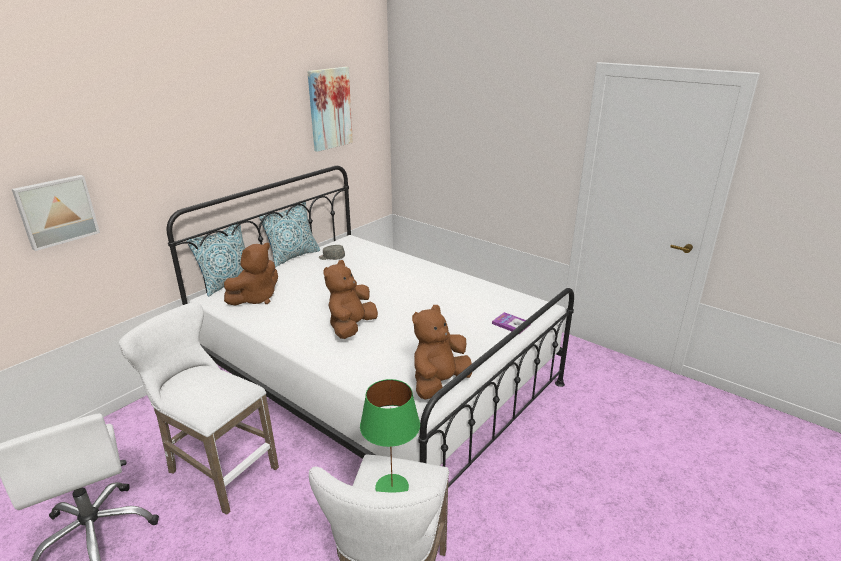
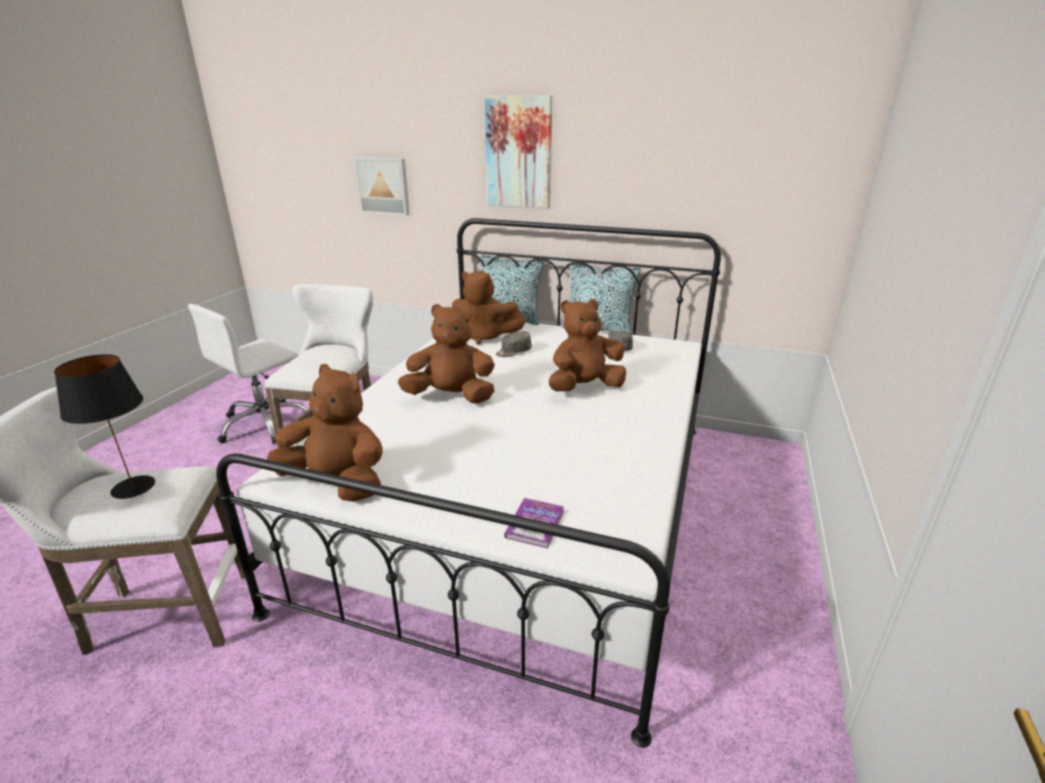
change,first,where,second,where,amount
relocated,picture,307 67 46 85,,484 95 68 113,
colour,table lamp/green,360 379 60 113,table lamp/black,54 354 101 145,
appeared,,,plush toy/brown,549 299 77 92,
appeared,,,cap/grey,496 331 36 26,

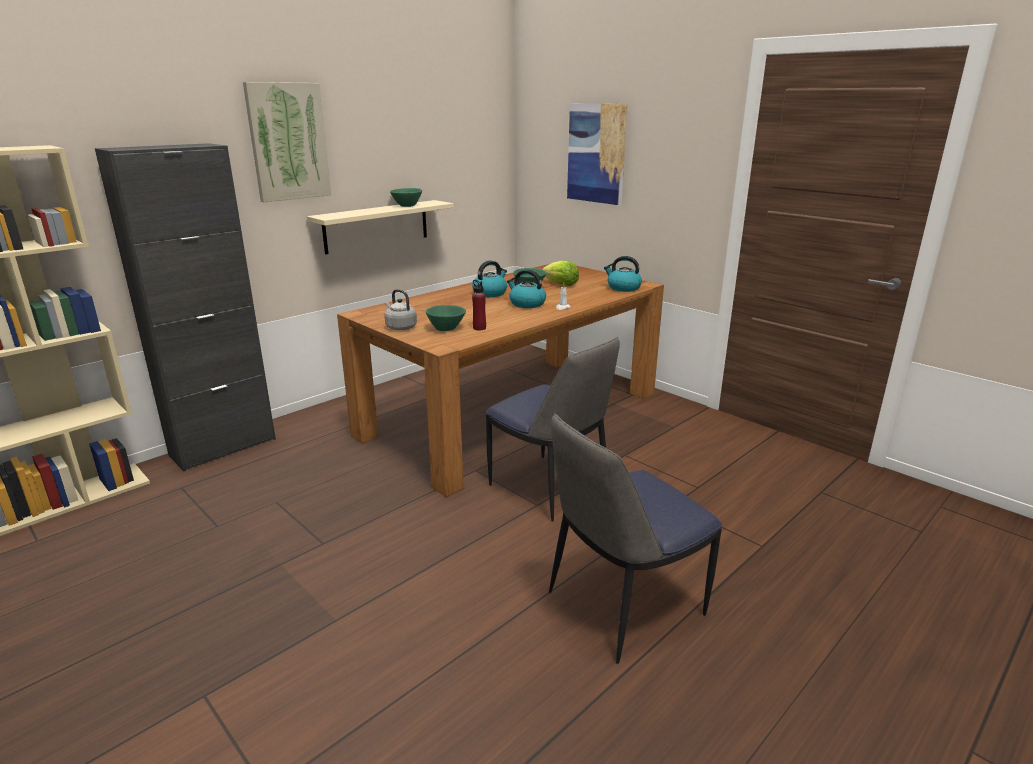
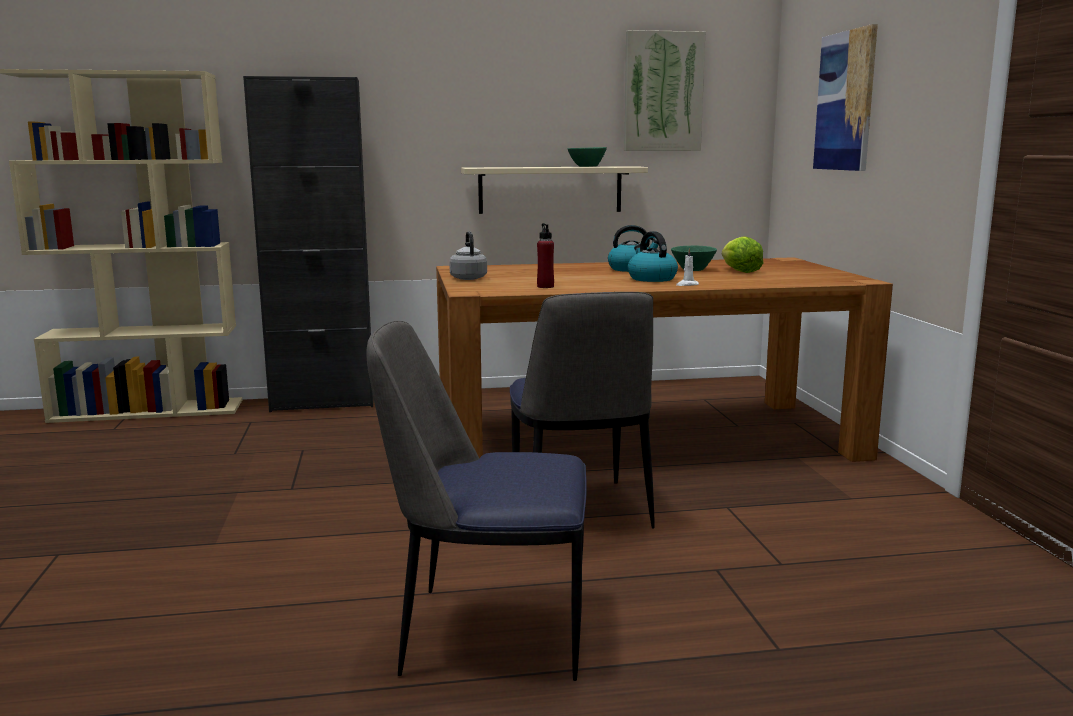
change,first,where,second,where,amount
relocated,picture,243 82 88 120,,624 30 82 121,
missing,kettle,604 256 38 36,,,
missing,bowl/green,426 305 40 26,,,

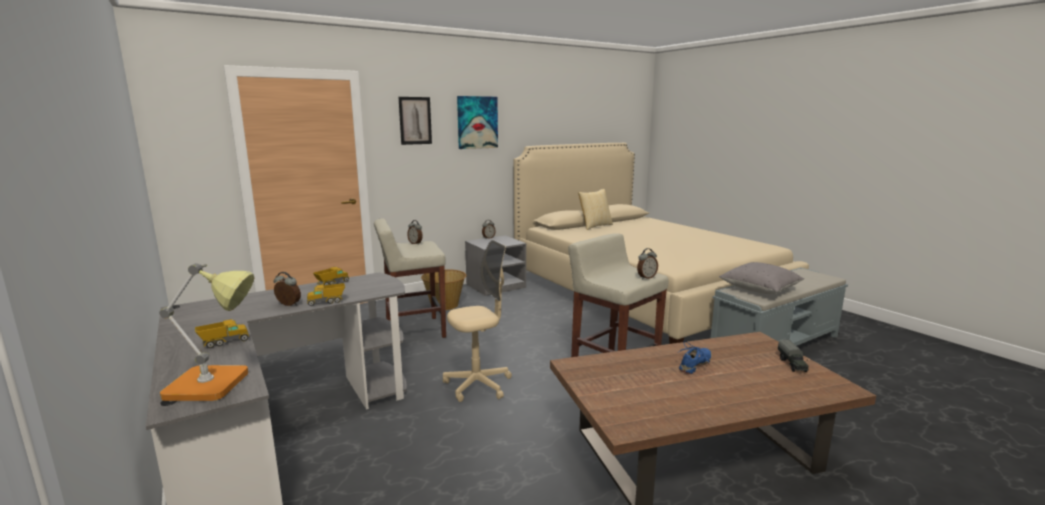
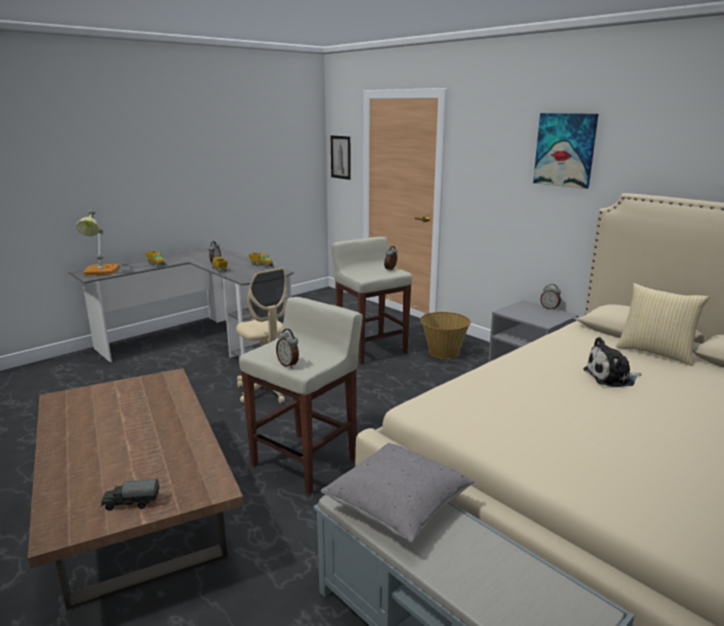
change,first,where,second,where,amount
relocated,picture,398 97 34 48,,331 135 20 45,
missing,shoe/blue,679 341 32 33,,,
appeared,,,plush toy,583 337 59 50,

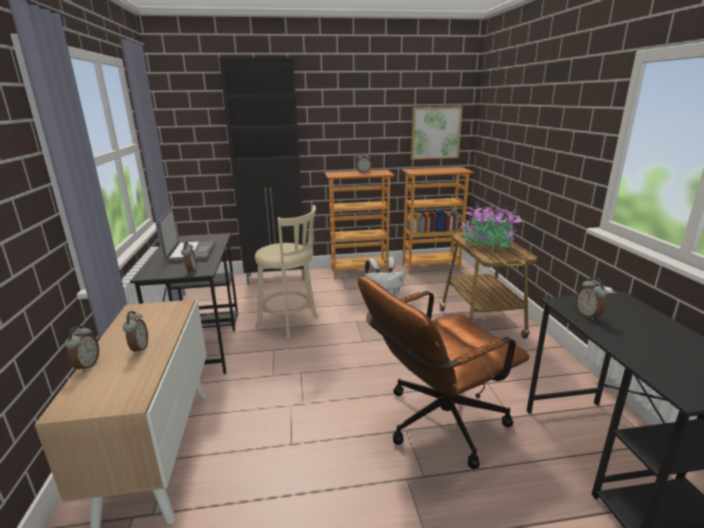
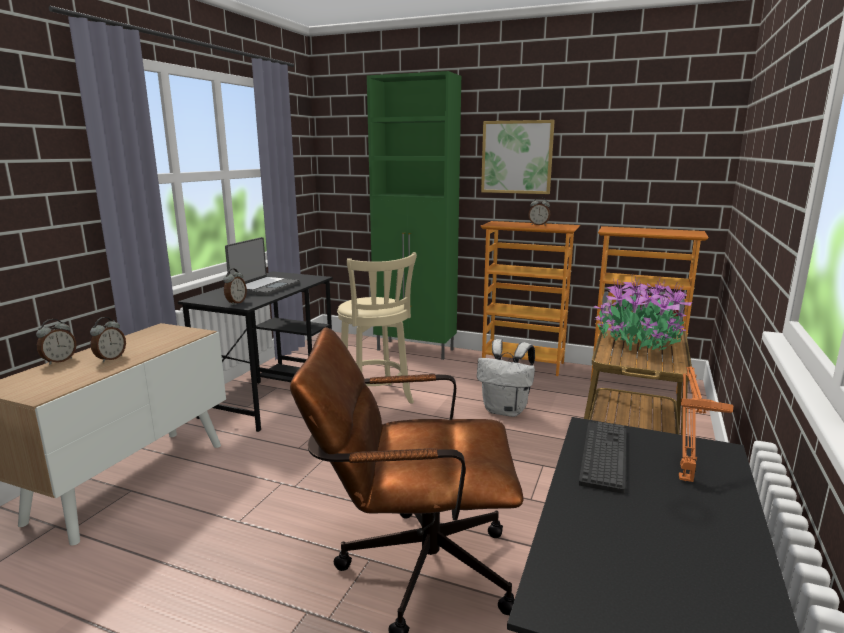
change,first,where,second,where,amount
colour,cabinet/black,219 57 85 228,cabinet/green,367 71 94 289,
relocated,picture,411 106 52 54,,481 120 74 74,
exchanged,alarm clock,576 278 31 42,keyboard,579 422 47 72,
appeared,,,table lamp/orange,679 366 54 116,

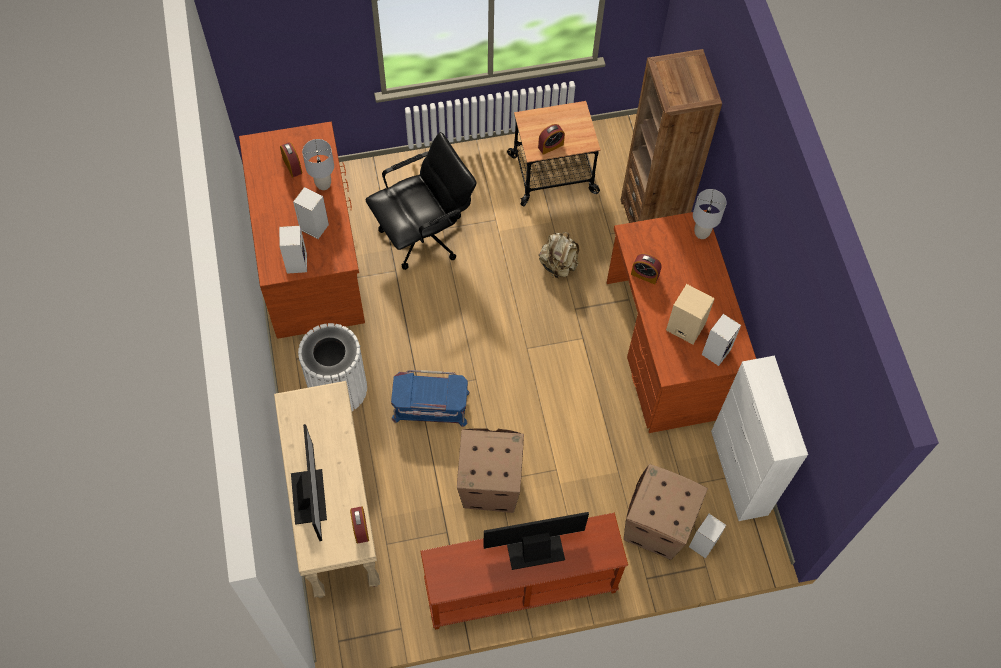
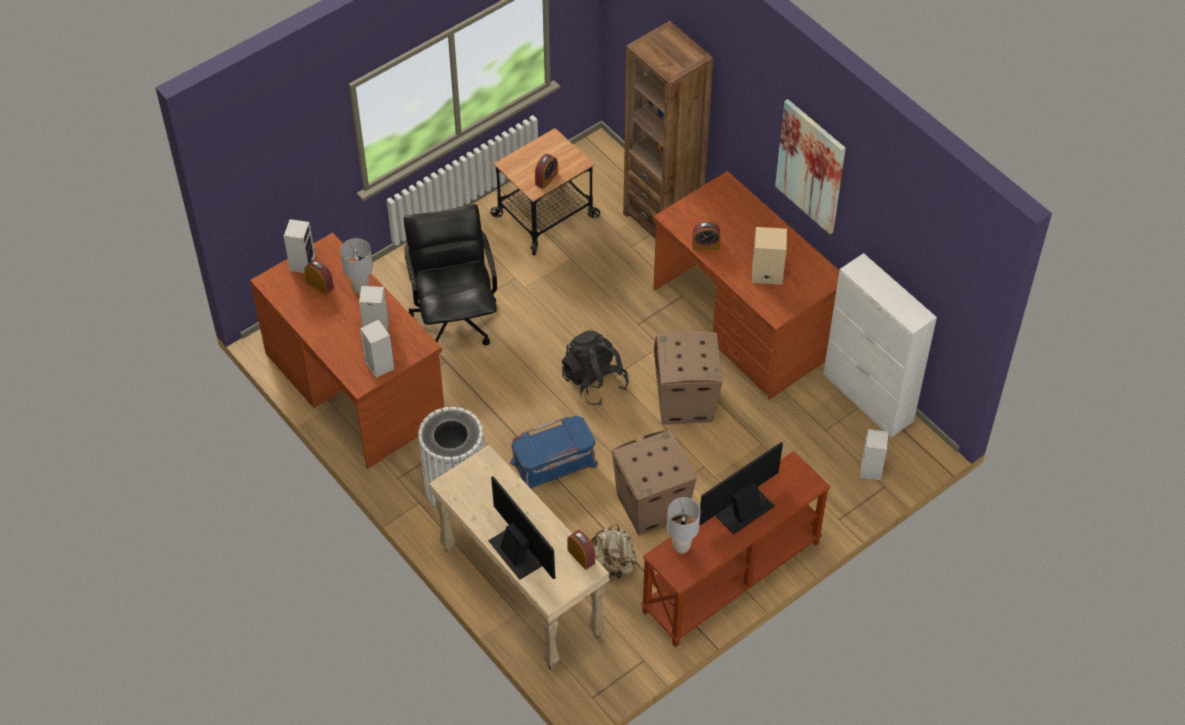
change,first,where,second,where,amount
spun,office chair/black,365 132 112 138,,404 204 93 141,45 degrees counterclockwise
relocated,table lamp/grey,693 189 34 50,,667 497 33 57,
relocated,backpack/beige,539 232 40 46,,591 524 45 57,
relocated,speaker,702 314 39 52,,284 219 32 54,
relocated,cardboard box,624 464 84 96,,654 331 68 94,
appeared,,,picture,775 99 71 135,
appeared,,,backpack/black,562 330 67 76,

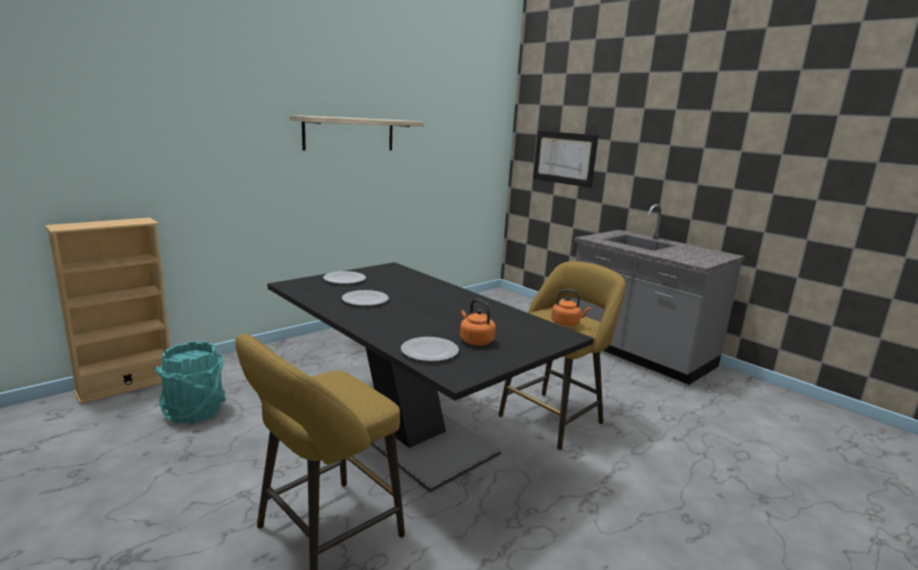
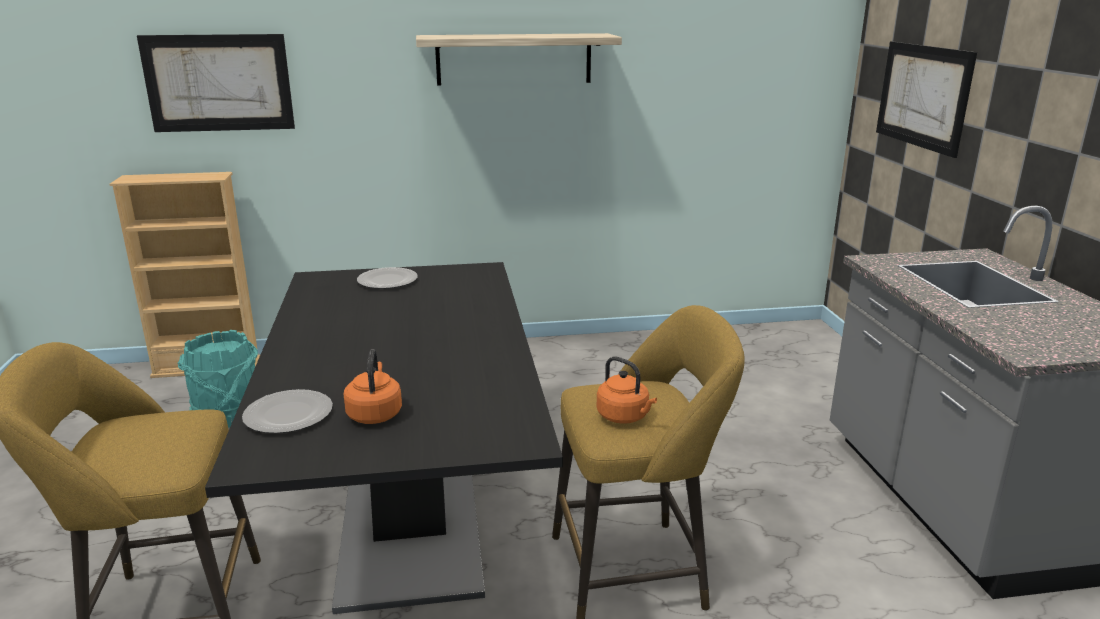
change,first,where,second,where,amount
missing,plate,342 290 47 16,,,
appeared,,,picture,137 34 158 98,

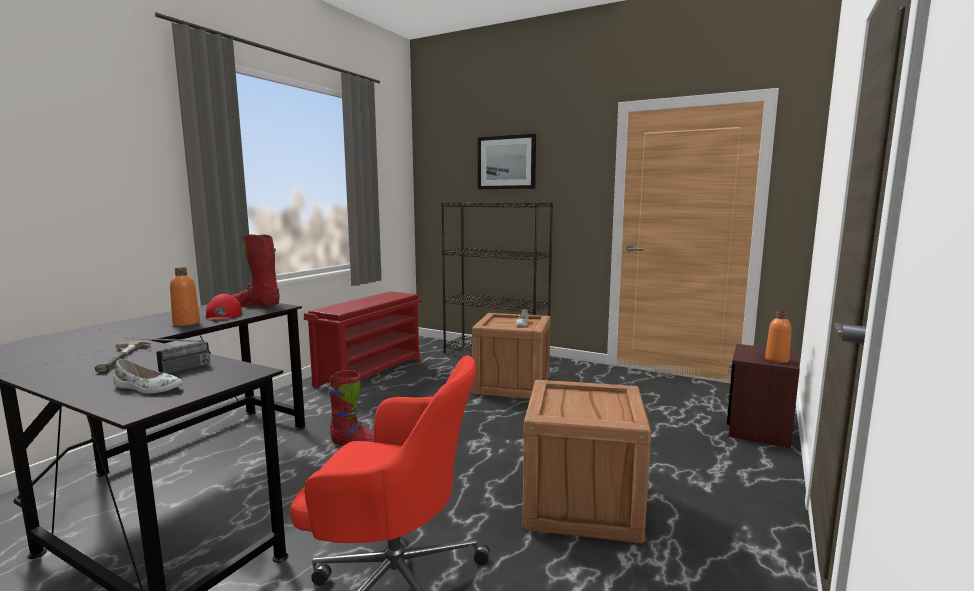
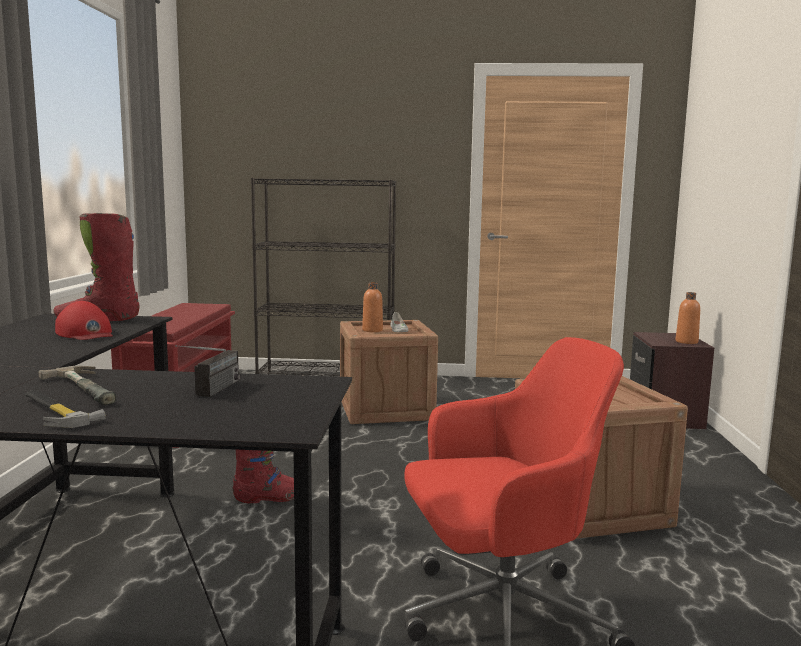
change,first,where,second,where,amount
missing,picture,478 134 58 55,,,
relocated,bottle/orange,170 267 30 59,,362 282 21 50,
missing,shoe/white,113 359 70 35,,,
appeared,,,hammer,25 390 81 38,

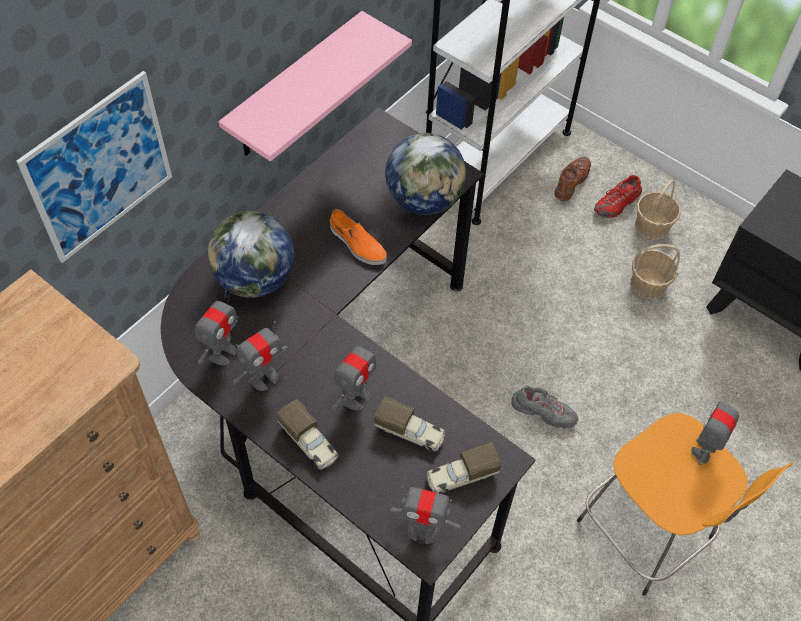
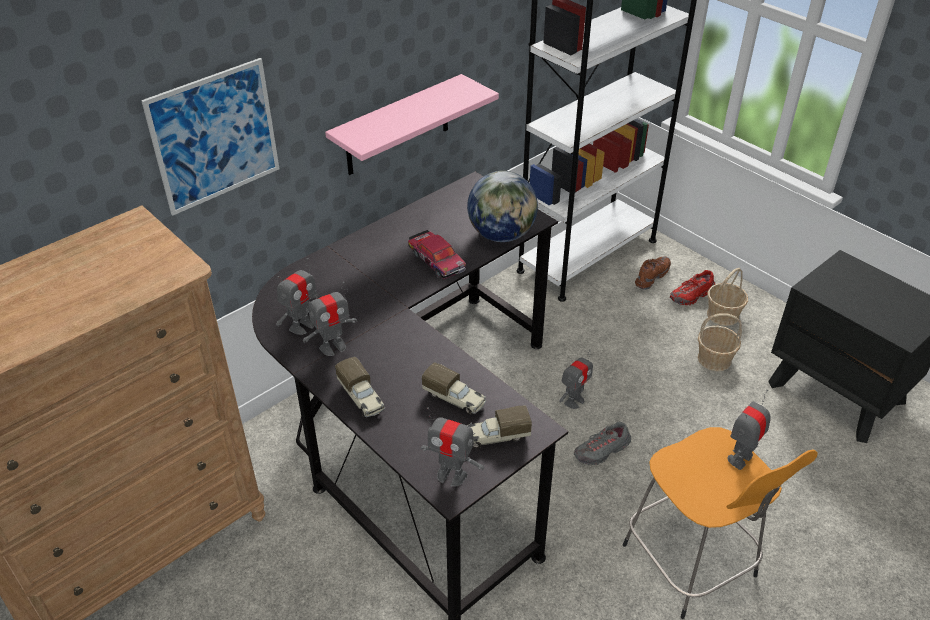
change,first,where,second,where,amount
exchanged,shoe/orange,330 209 57 56,toy car,408 230 58 49,
missing,globe,208 211 86 87,,,
relocated,toy robot,333 337 43 73,,559 349 34 60,
spun,shoe/grey,511 386 68 43,,574 422 57 43,120 degrees clockwise

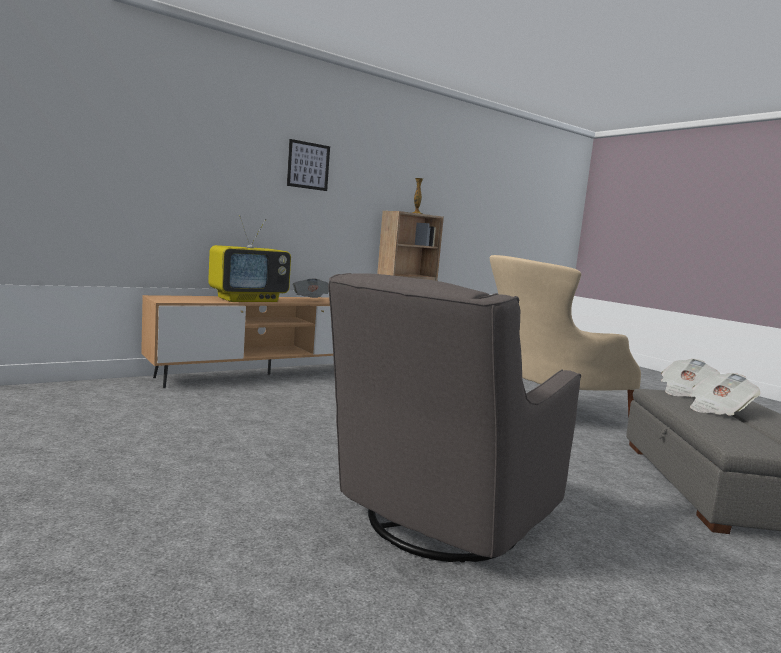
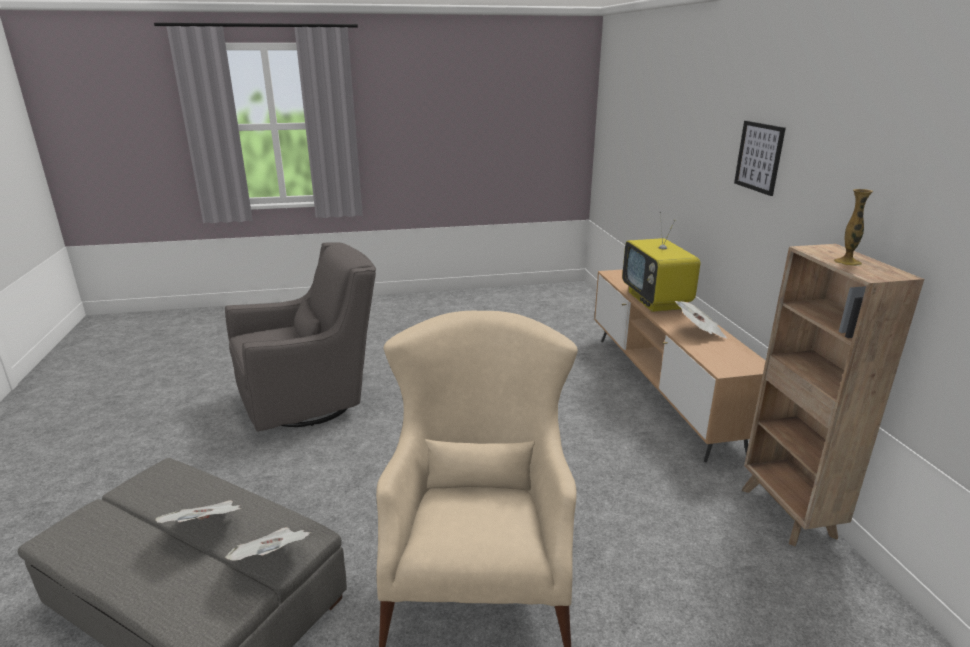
change,first,where,second,where,amount
spun,armchair/grey,328 273 253 290,,225 242 151 190,90 degrees clockwise

